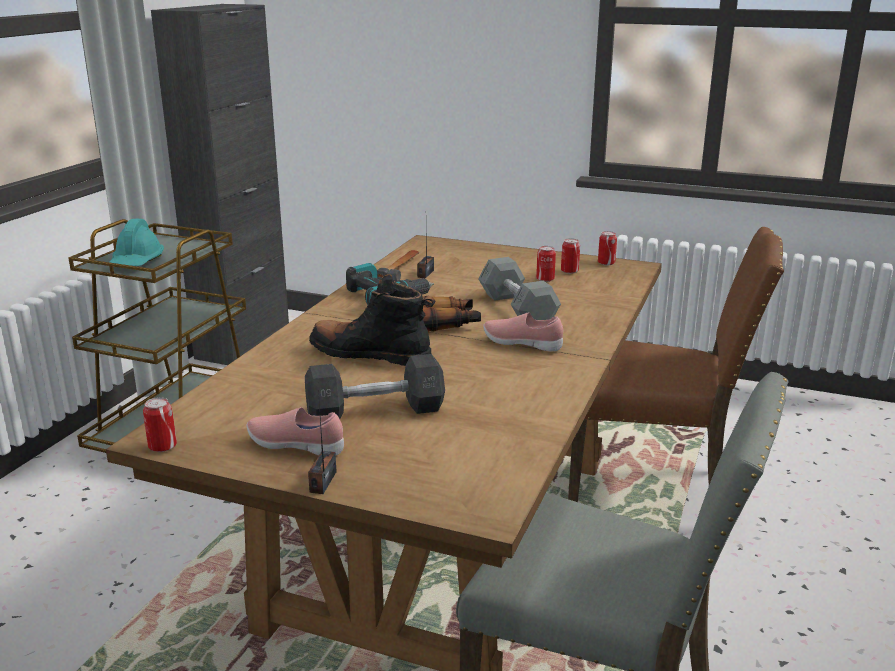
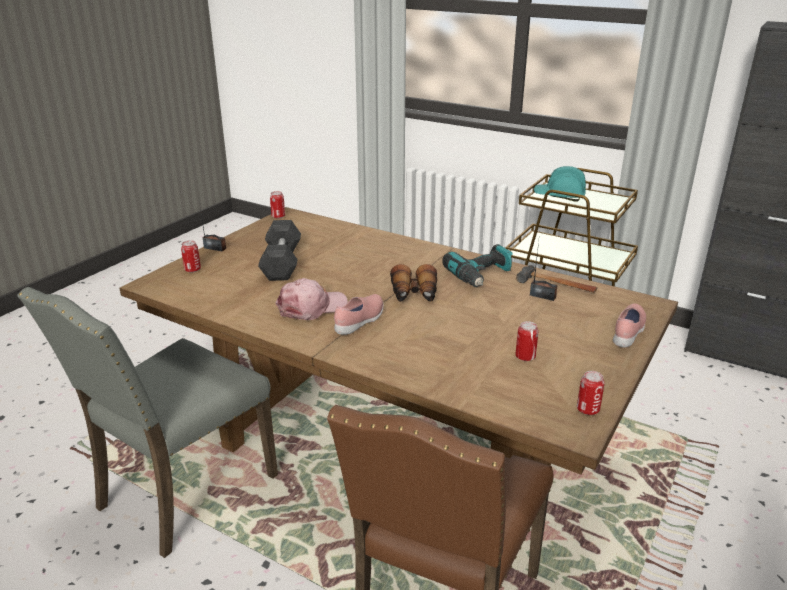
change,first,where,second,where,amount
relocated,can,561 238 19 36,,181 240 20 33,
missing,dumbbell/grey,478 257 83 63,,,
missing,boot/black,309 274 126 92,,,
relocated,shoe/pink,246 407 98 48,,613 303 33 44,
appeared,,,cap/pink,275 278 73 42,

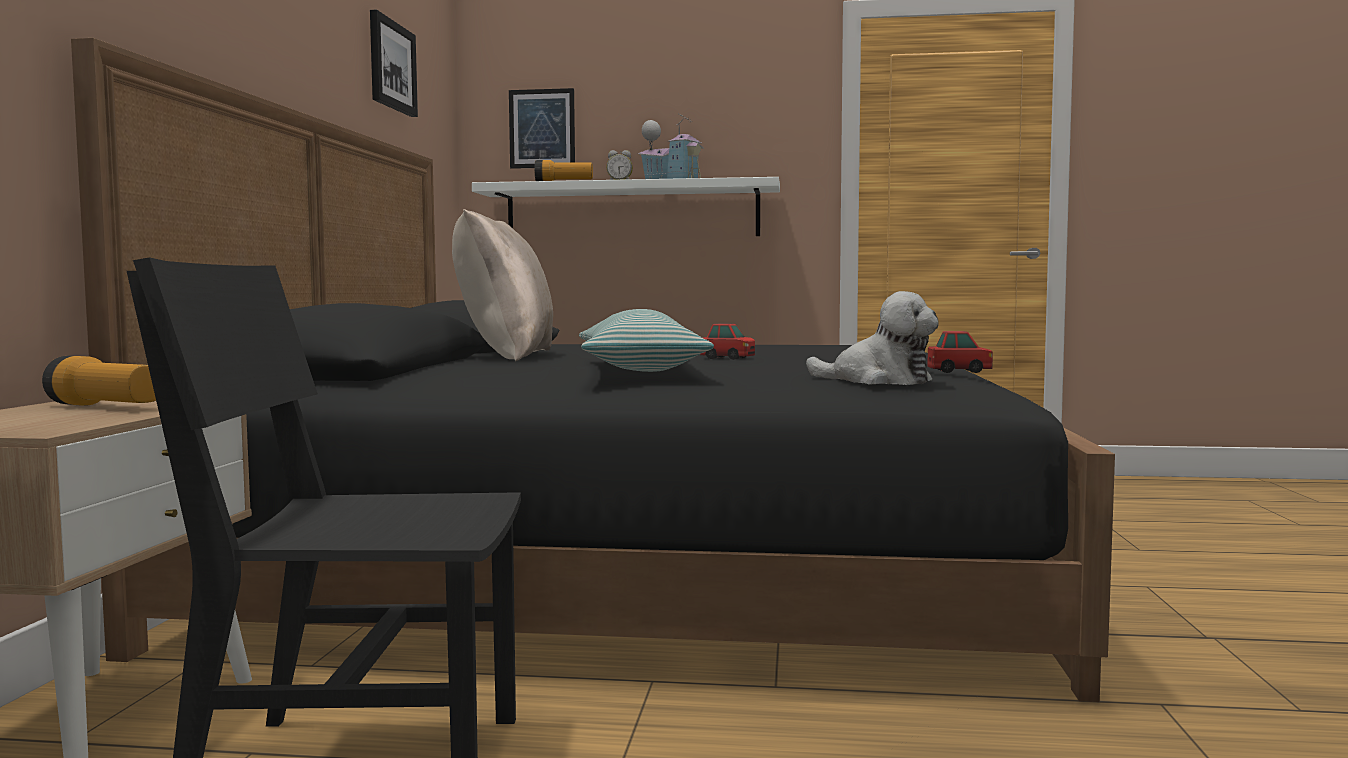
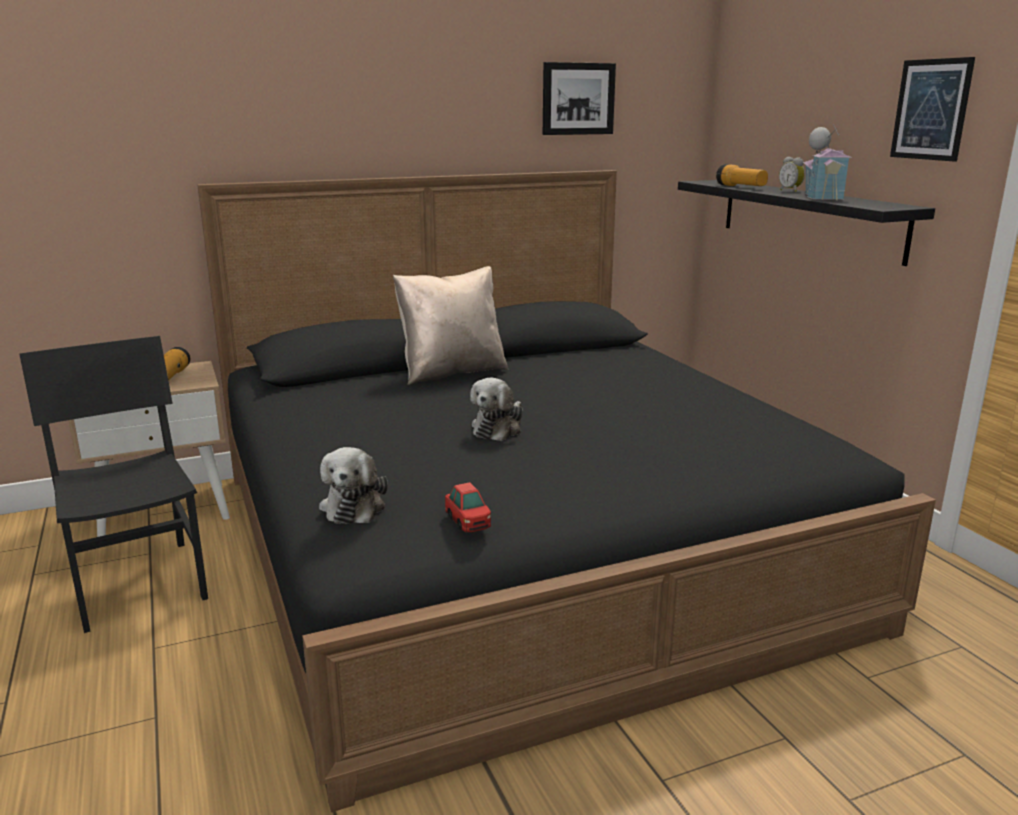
change,first,where,second,where,amount
relocated,picture,509 88 66 81,,890 57 85 105,
colour,shelf/white,472 177 308 59,shelf/black,678 180 257 86,
missing,pillow,579 309 135 63,,,
exchanged,toy car,700 323 55 37,plush toy,470 377 53 64,

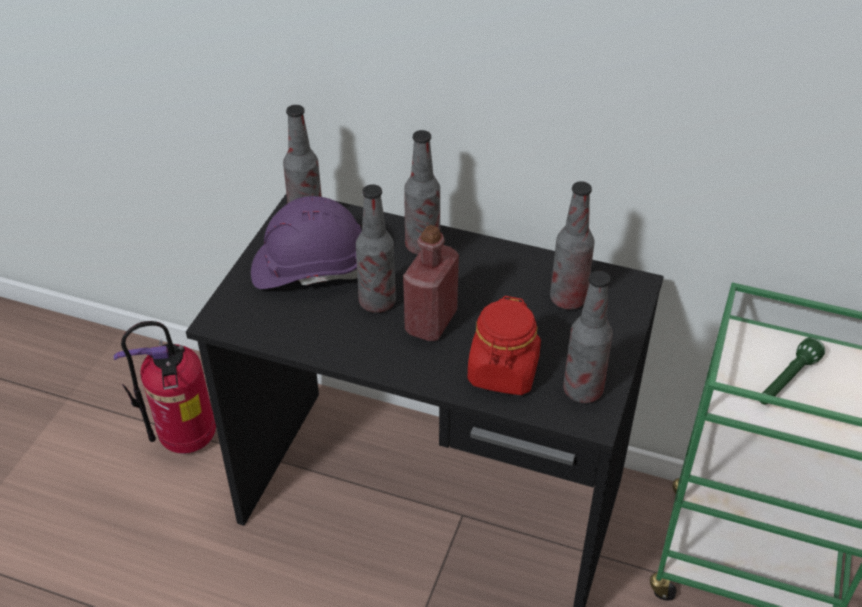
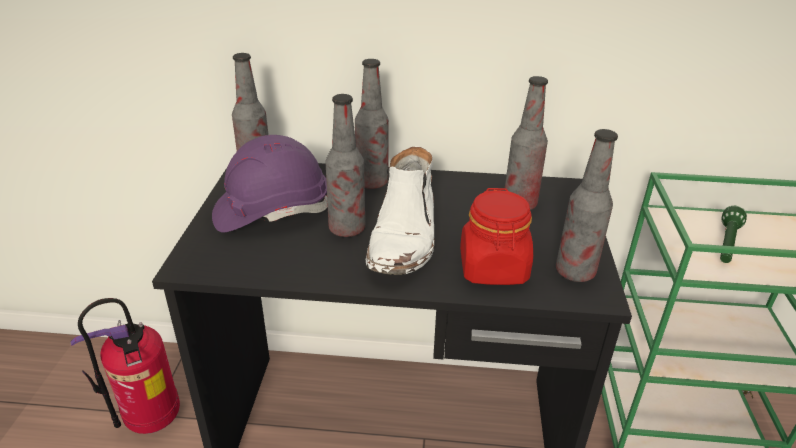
change,first,where,second,where,amount
exchanged,bottle/red,403 225 56 116,boot/white,366 146 69 129,

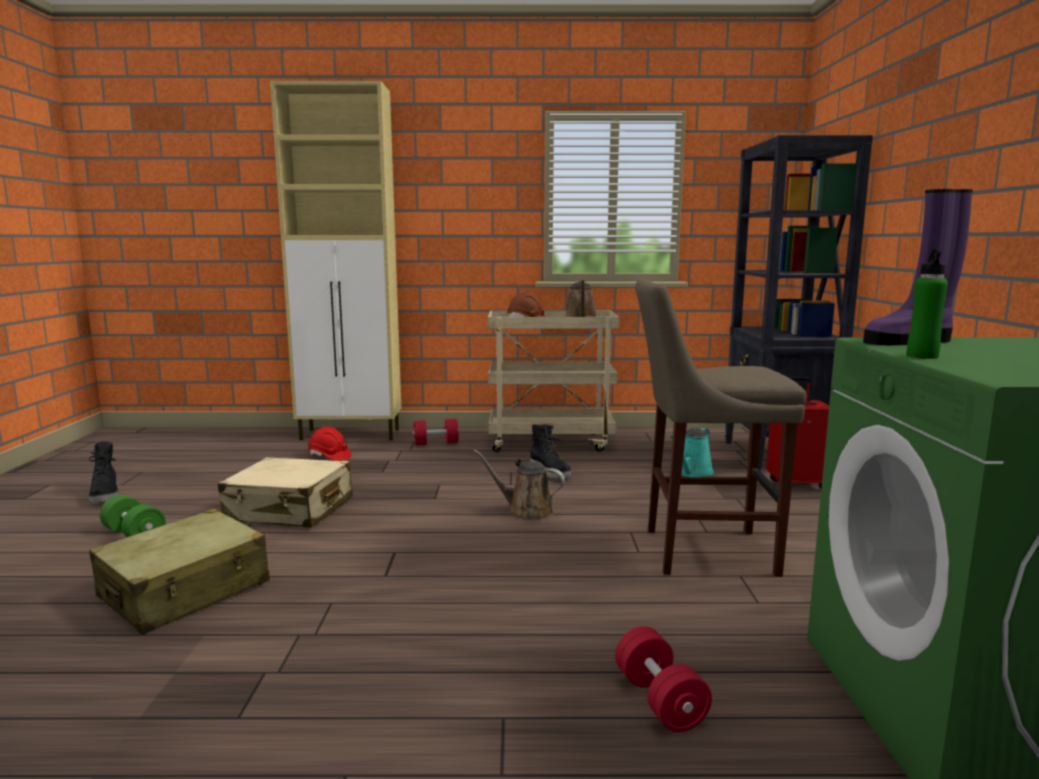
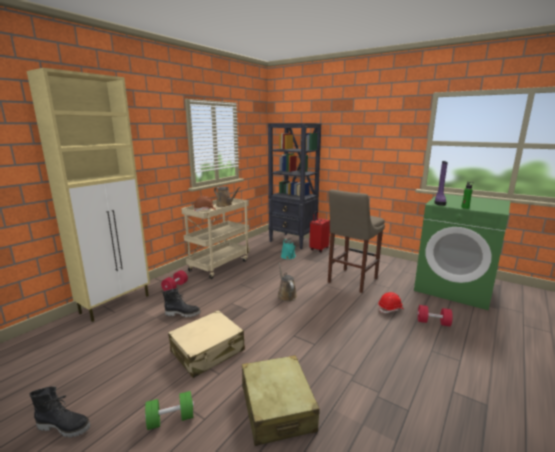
change,first,where,second,where,amount
relocated,boot/black,530 424 41 55,,163 288 38 30,
relocated,hard hat/red,308 427 44 34,,378 292 26 21,
spun,watering can/brown,473 450 92 70,,277 263 20 39,105 degrees clockwise

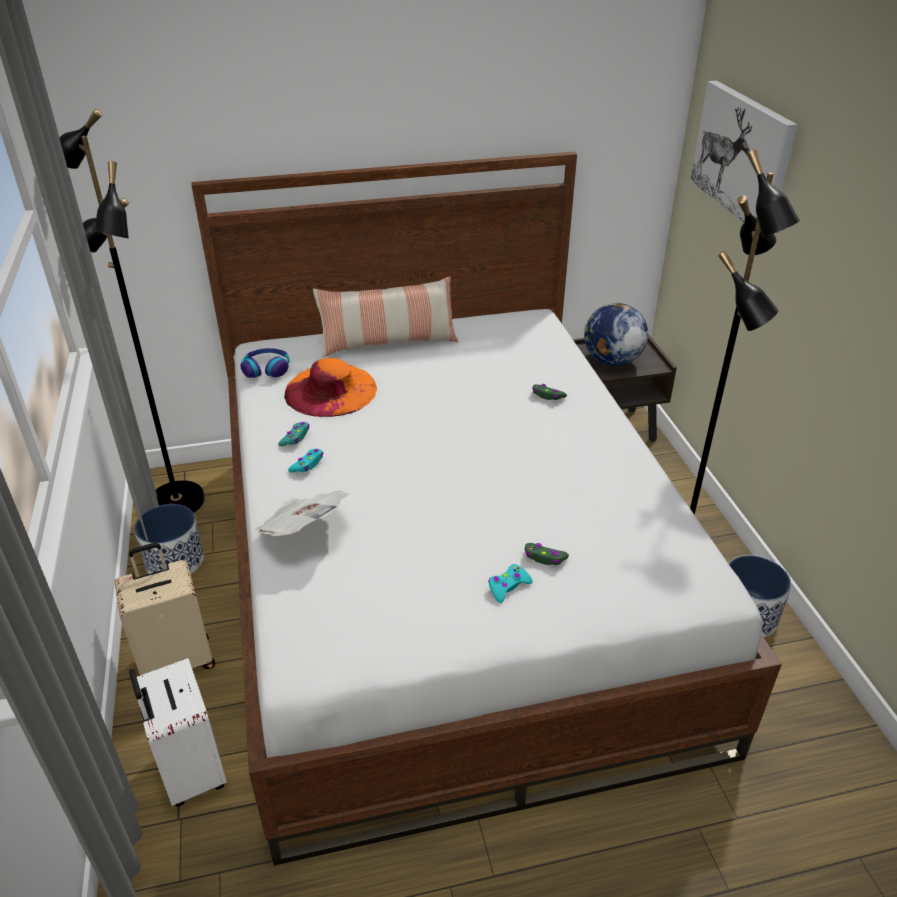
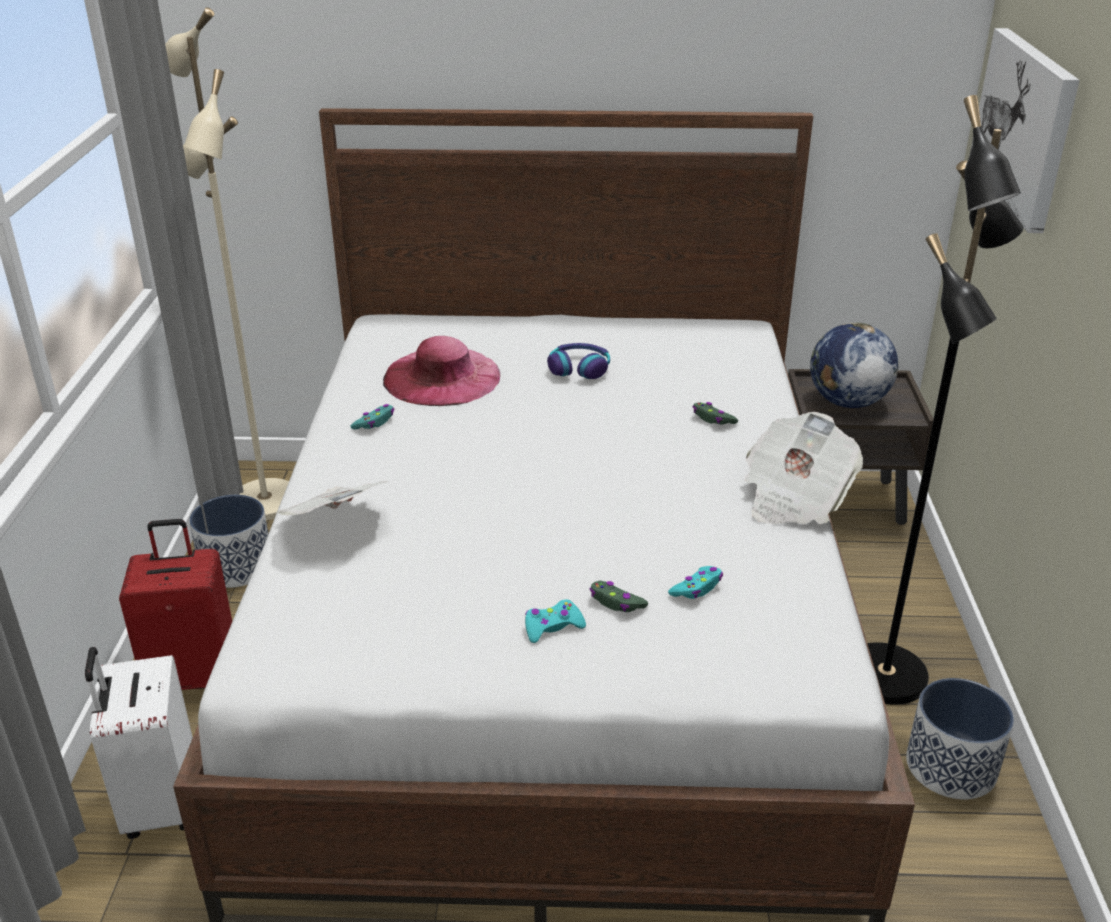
change,first,where,second,where,amount
colour,floor lamp/black,60 109 145 404,floor lamp/beige,165 7 124 513,
missing,pillow,313 276 145 82,,,
relocated,headphones,240 348 50 30,,547 343 63 36,
colour,hat/orange,284 358 93 59,hat/pink,383 336 117 70,
relocated,game controller/turquoise,288 449 35 24,,668 566 55 33,
colour,suitcase/beige,114 543 101 132,suitcase/red,119 519 113 171,
appeared,,,newspaper,745 412 118 112,

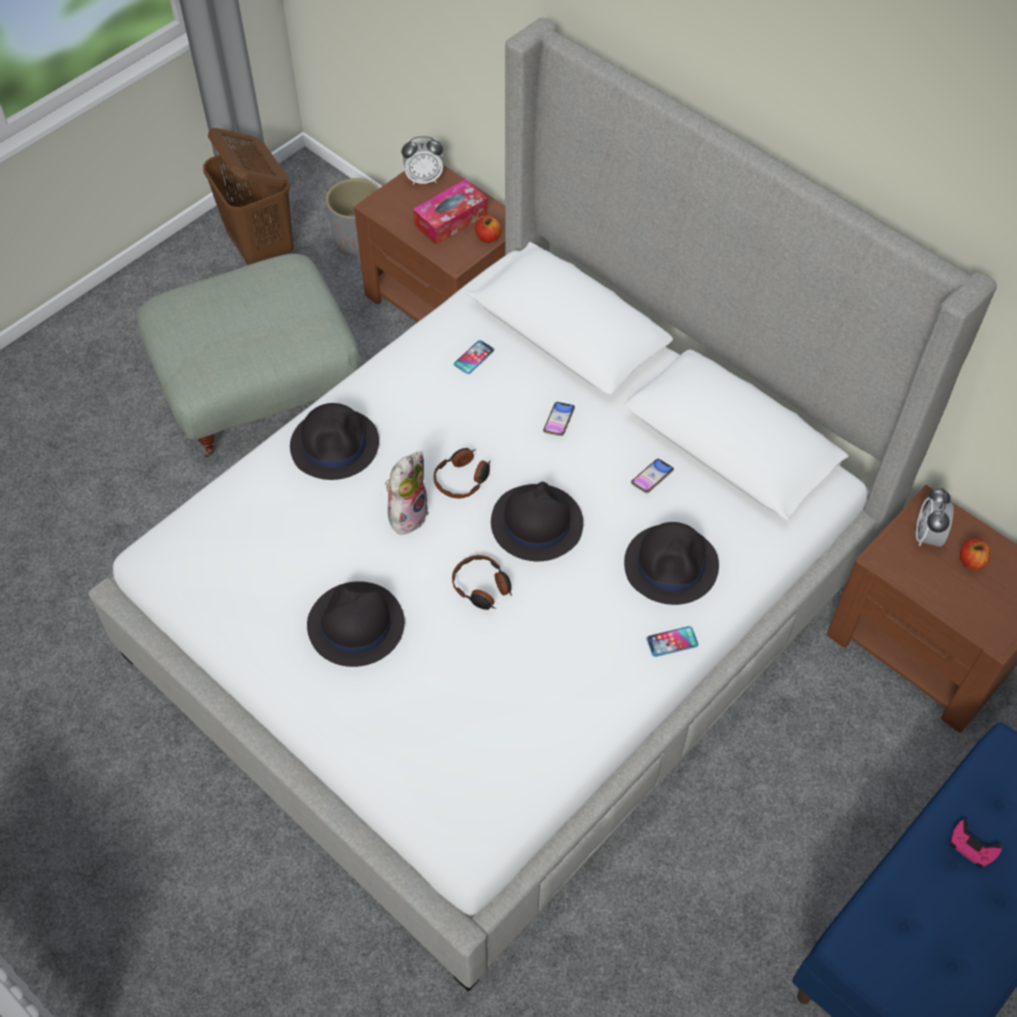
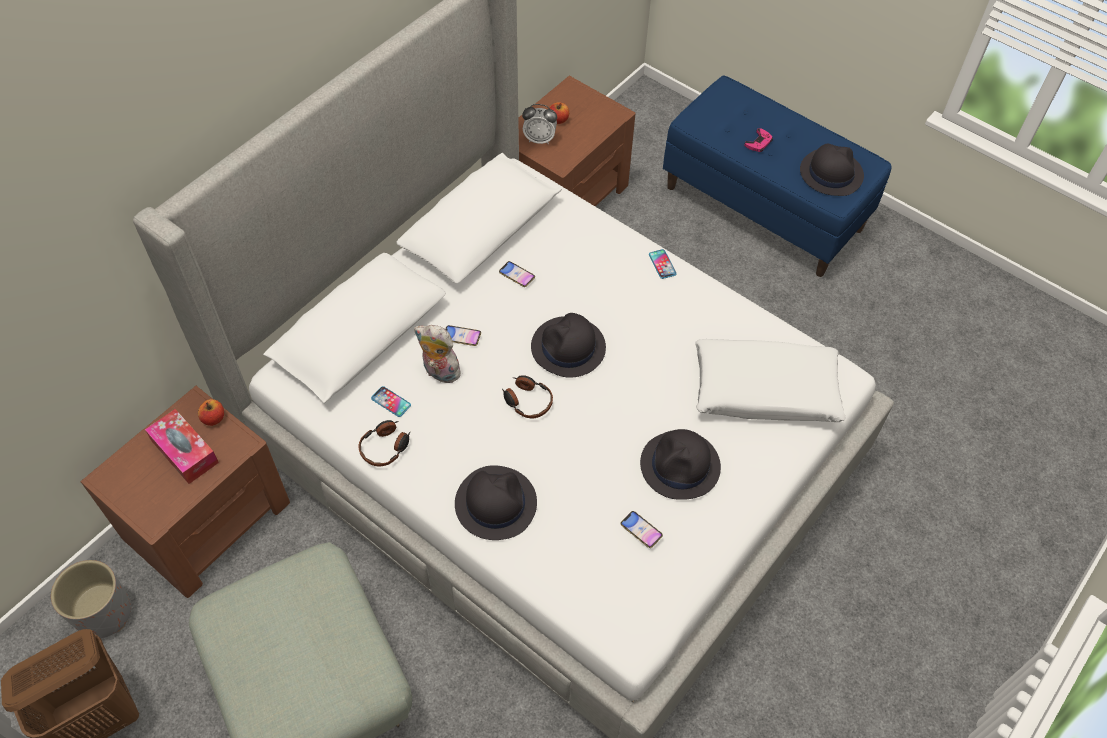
change,first,where,second,where,amount
missing,alarm clock,402 136 41 49,,,
relocated,plush toy,385 451 44 85,,414 325 47 58,
relocated,hat/black,624 522 95 83,,800 144 64 52,
relocated,headphones,452 555 60 55,,358 420 53 47,
appeared,,,pillow/white,696 339 150 83,
appeared,,,phone,620 511 43 37,

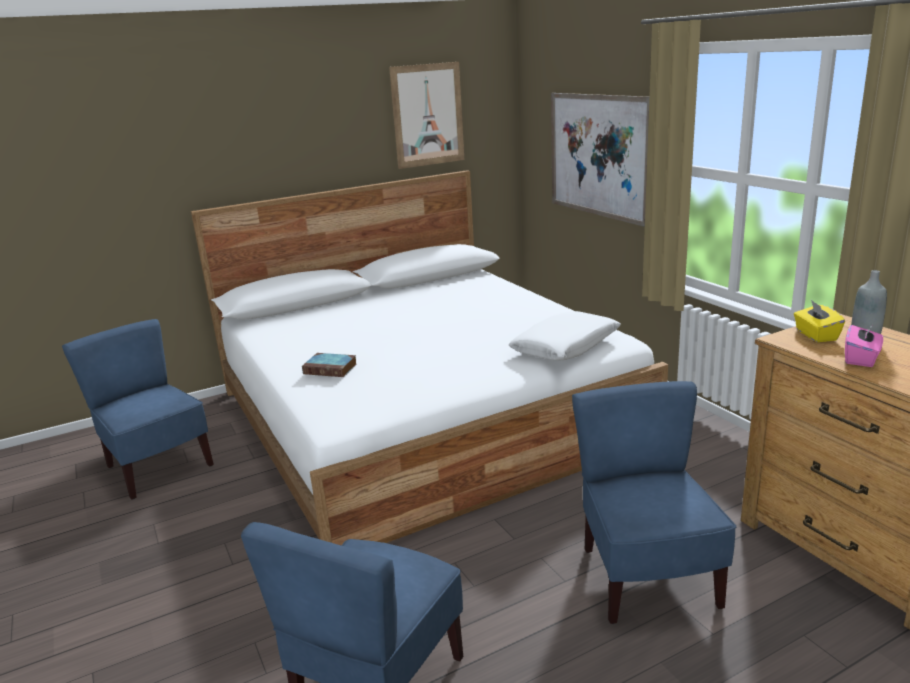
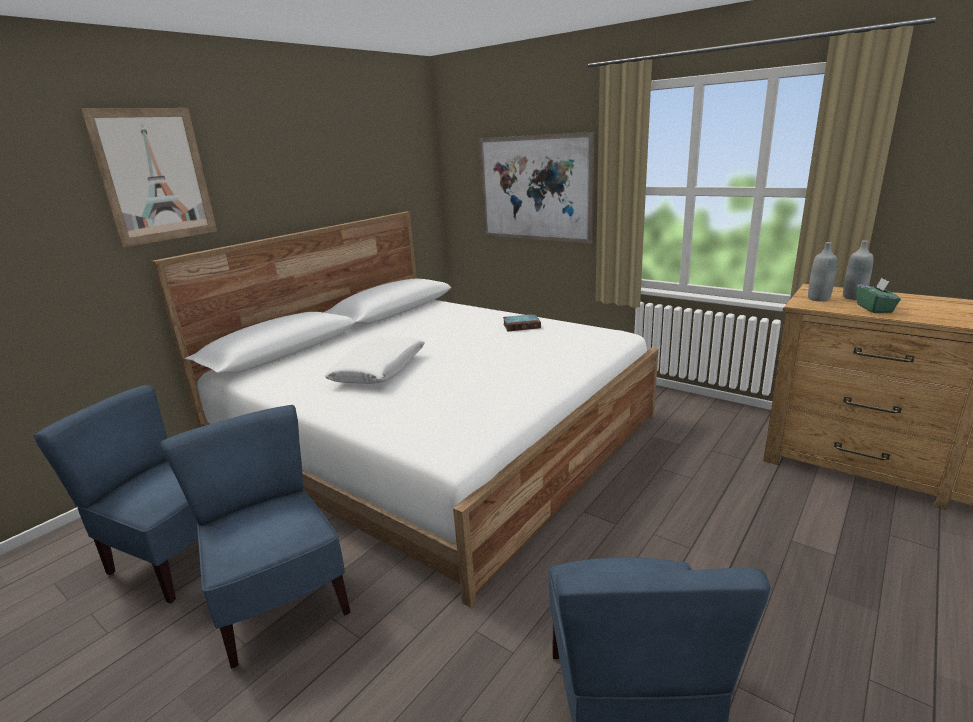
change,first,where,second,where,amount
relocated,picture,389 62 75 107,,80 108 137 140,
exchanged,tissue box/yellow,794 300 51 42,bottle/grey,808 242 29 60,
relocated,pillow/white,509 311 112 49,,325 337 100 47,
colour,tissue box/pink,845 322 38 45,tissue box/green,856 278 45 35,
relocated,book,302 353 55 24,,503 314 38 18,
relocated,chair/blue,572 381 164 243,,161 405 190 264,

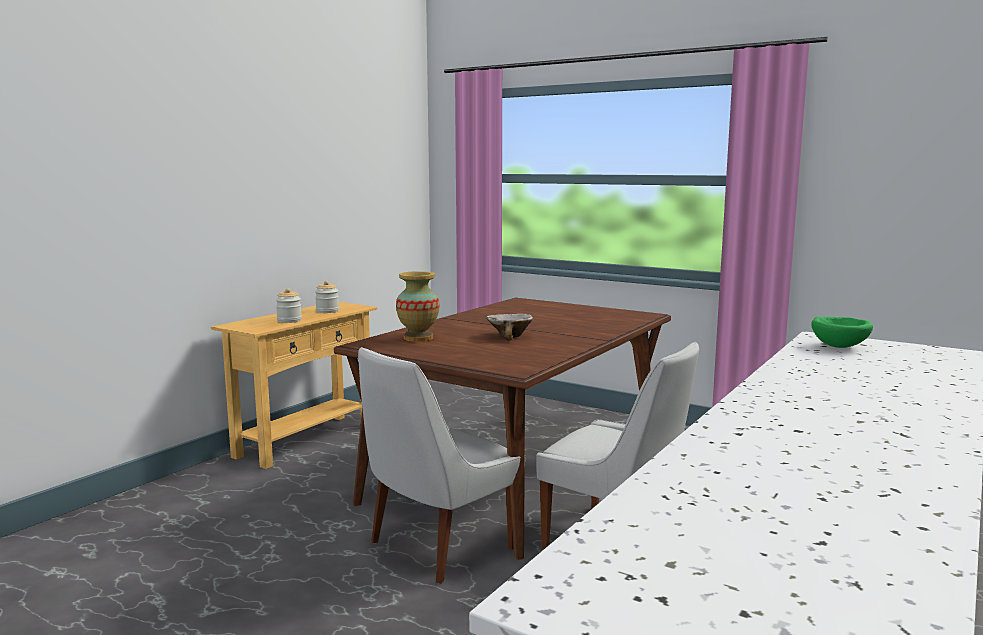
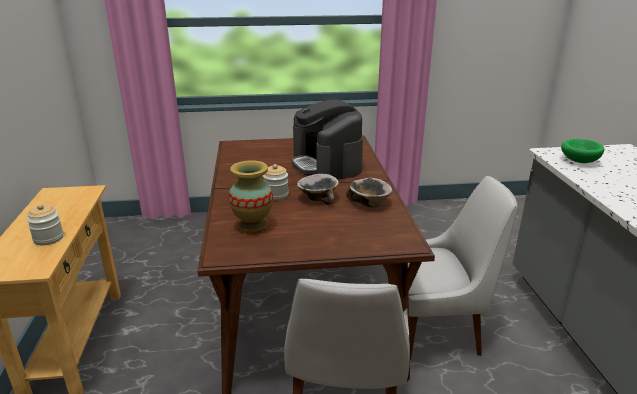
change,first,where,second,where,amount
relocated,jar,315 281 24 32,,263 164 26 37,
appeared,,,coffee machine,291 99 72 81,
appeared,,,bowl,346 178 46 29,

